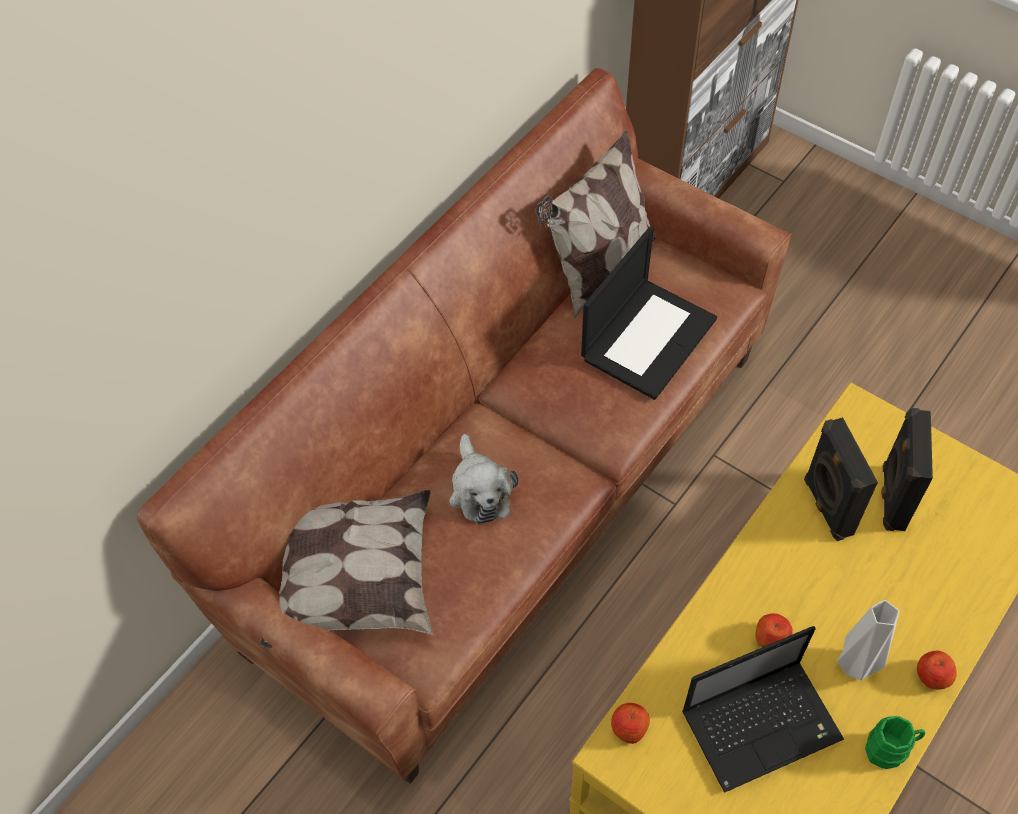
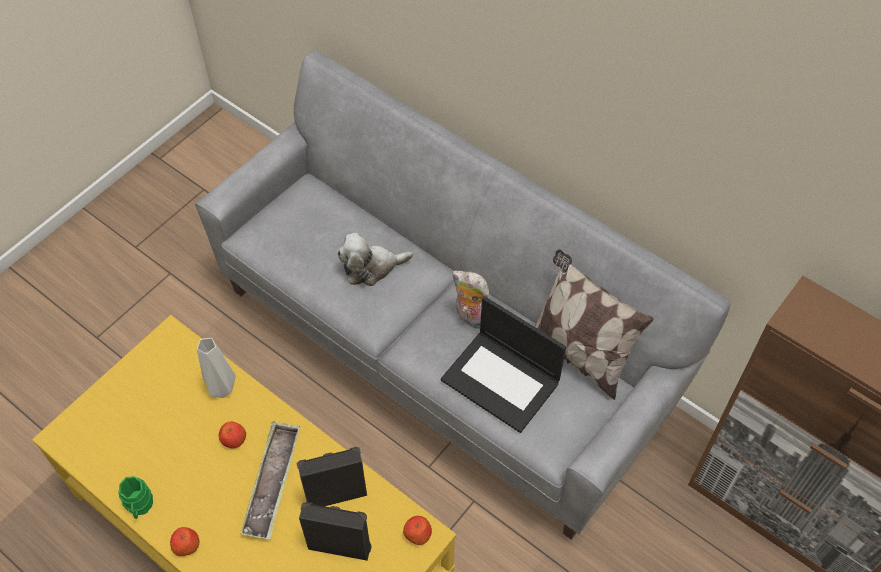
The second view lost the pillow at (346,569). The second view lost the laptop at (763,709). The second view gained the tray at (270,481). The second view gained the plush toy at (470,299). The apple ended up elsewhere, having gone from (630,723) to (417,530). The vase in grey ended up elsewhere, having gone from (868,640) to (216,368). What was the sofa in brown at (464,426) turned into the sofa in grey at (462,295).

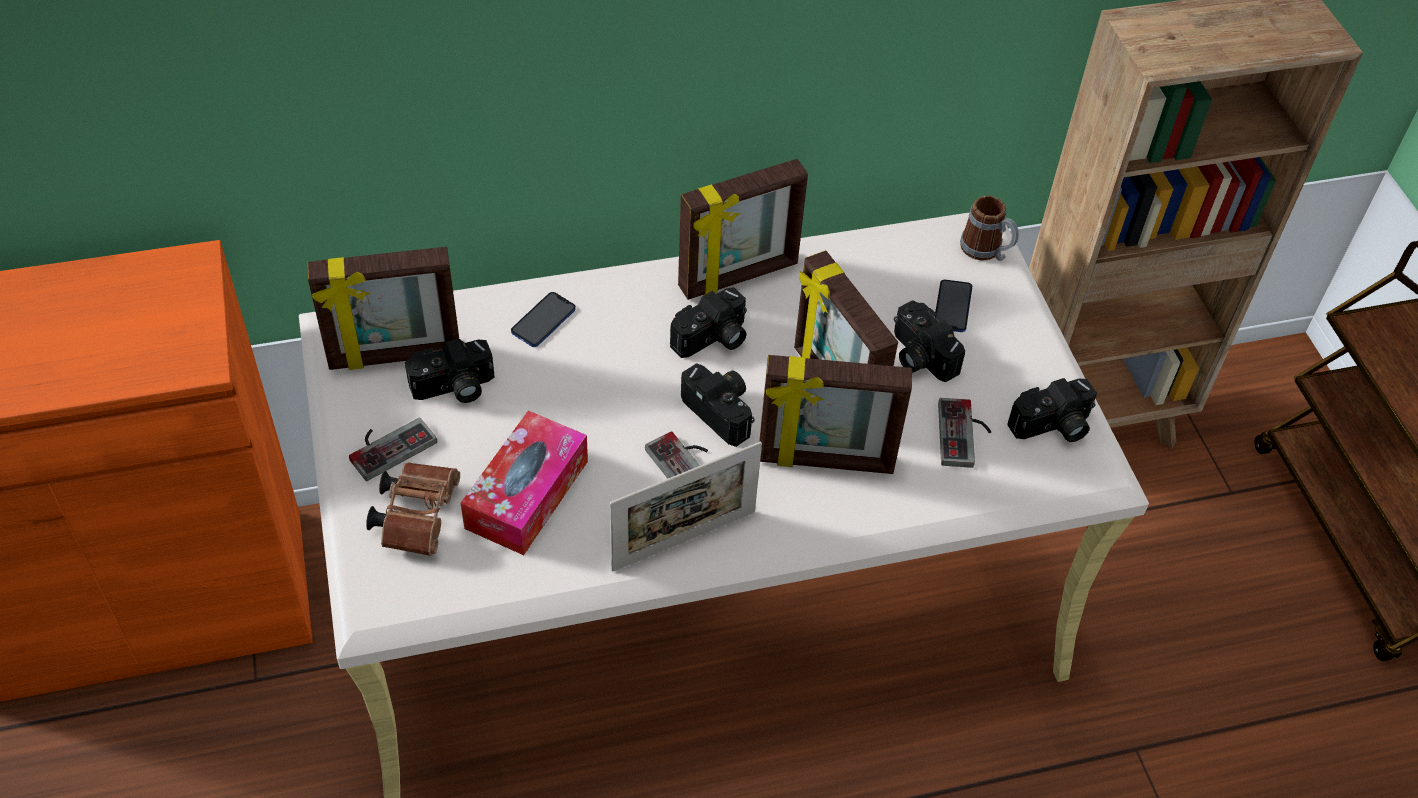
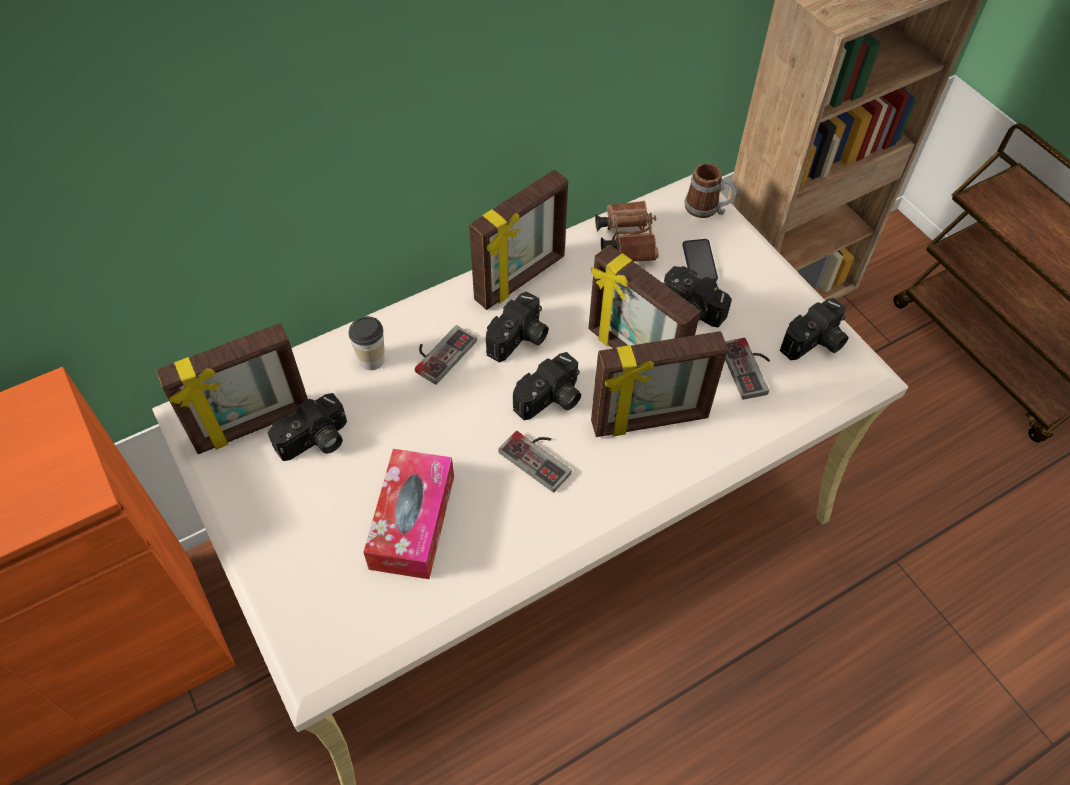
The second view lost the picture frame at (686,506). The game controller ended up elsewhere, having gone from (393,449) to (446,355). The binoculars in brown ended up elsewhere, having gone from (413,509) to (627,231). Where the phone stood at (543,319), the cup came to stand at (366,343). The photo camera at (718,405) ended up facing another way, 105 degrees clockwise from before.

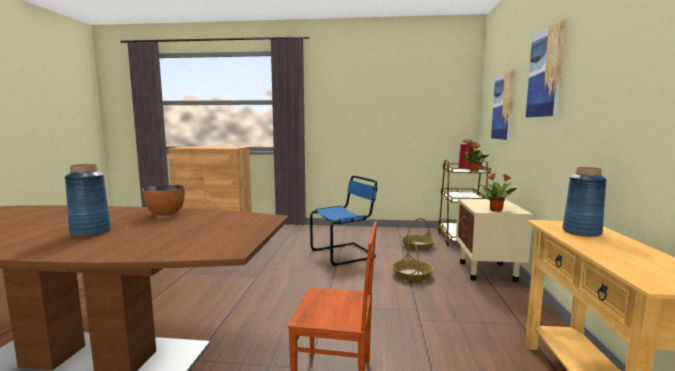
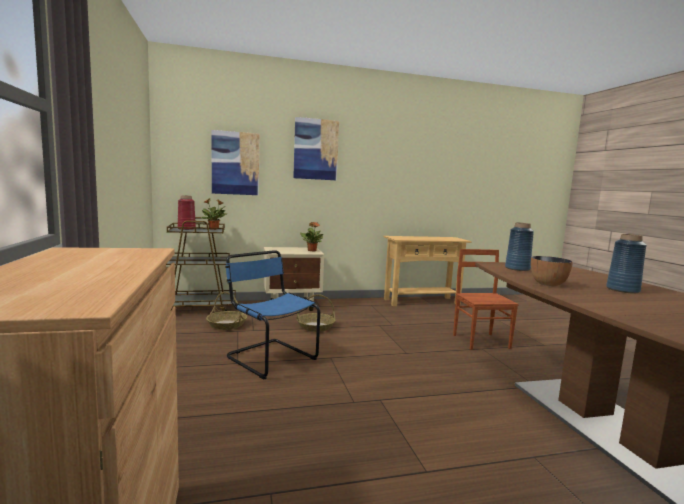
The vase in blue ended up elsewhere, having gone from (584,202) to (519,247).

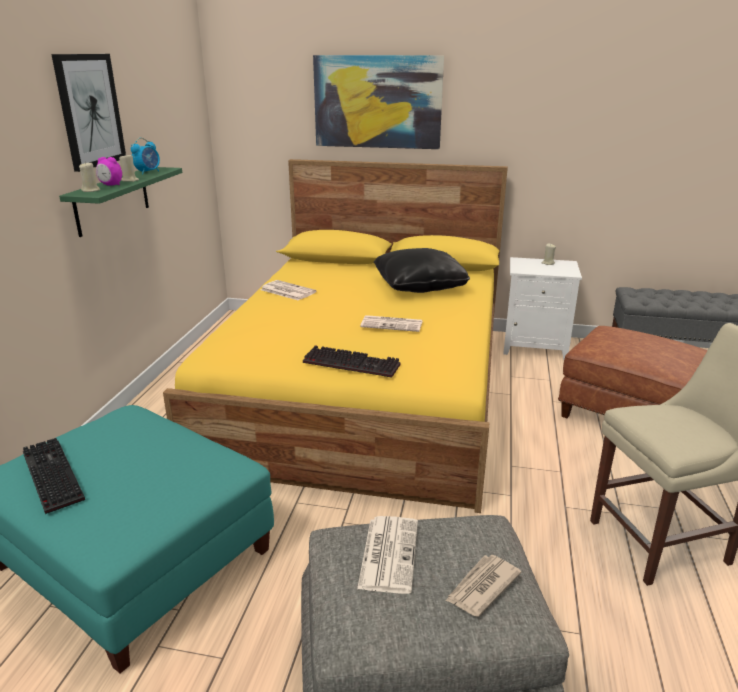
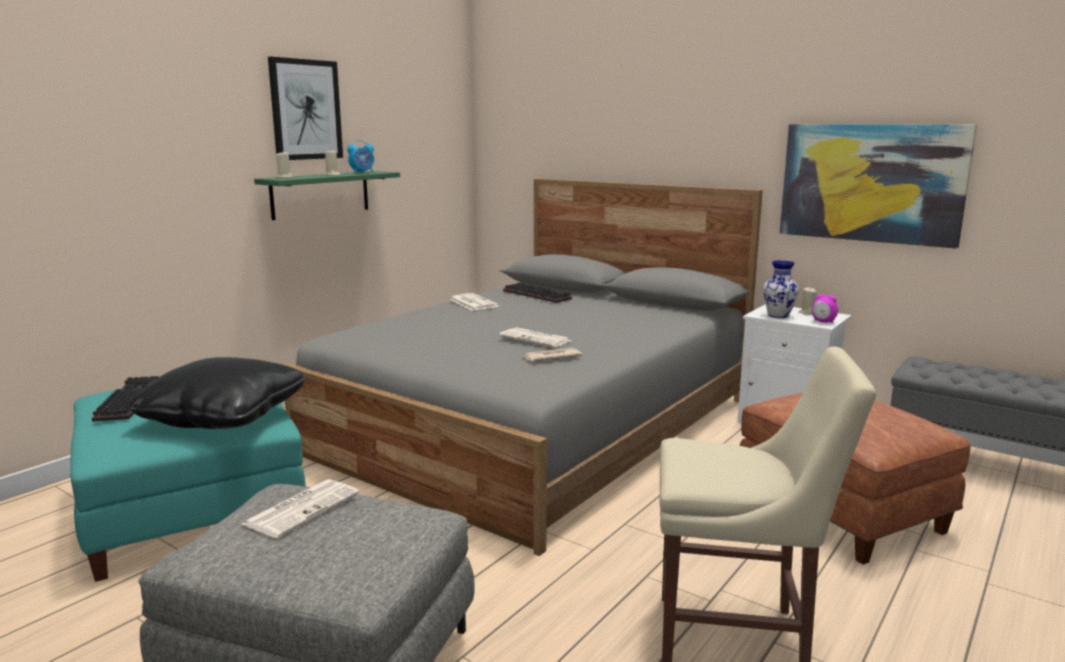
The second view gained the vase at (781,289). The alarm clock ended up elsewhere, having gone from (109,171) to (825,308). The keyboard ended up elsewhere, having gone from (352,361) to (537,293). The picture ended up elsewhere, having gone from (378,102) to (878,186). The pillow in black ended up elsewhere, having gone from (422,270) to (216,393). The newspaper ended up elsewhere, having gone from (483,586) to (553,354). What was the bed in yellow at (335,336) turned into the bed in grey at (523,367).

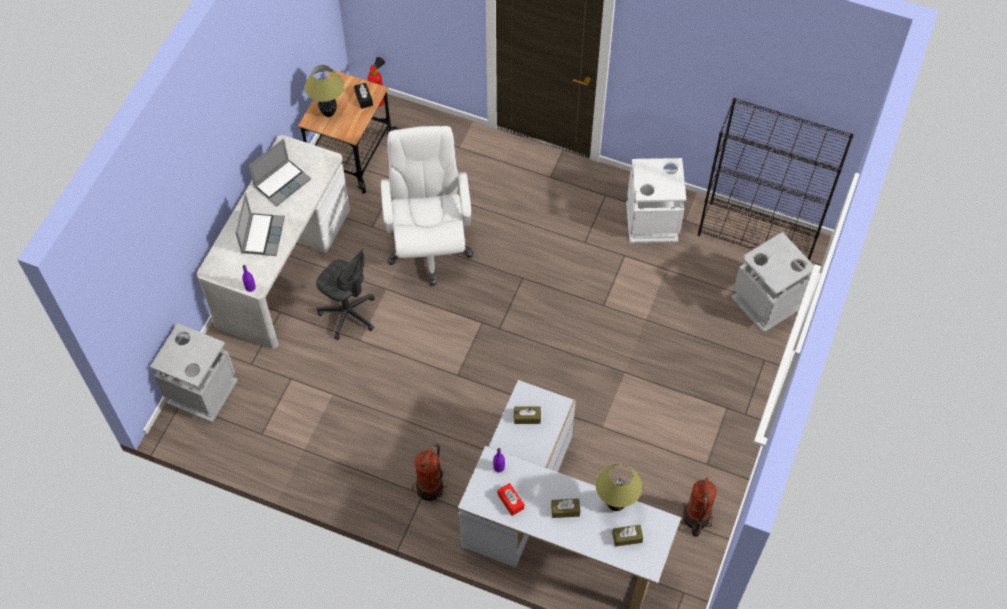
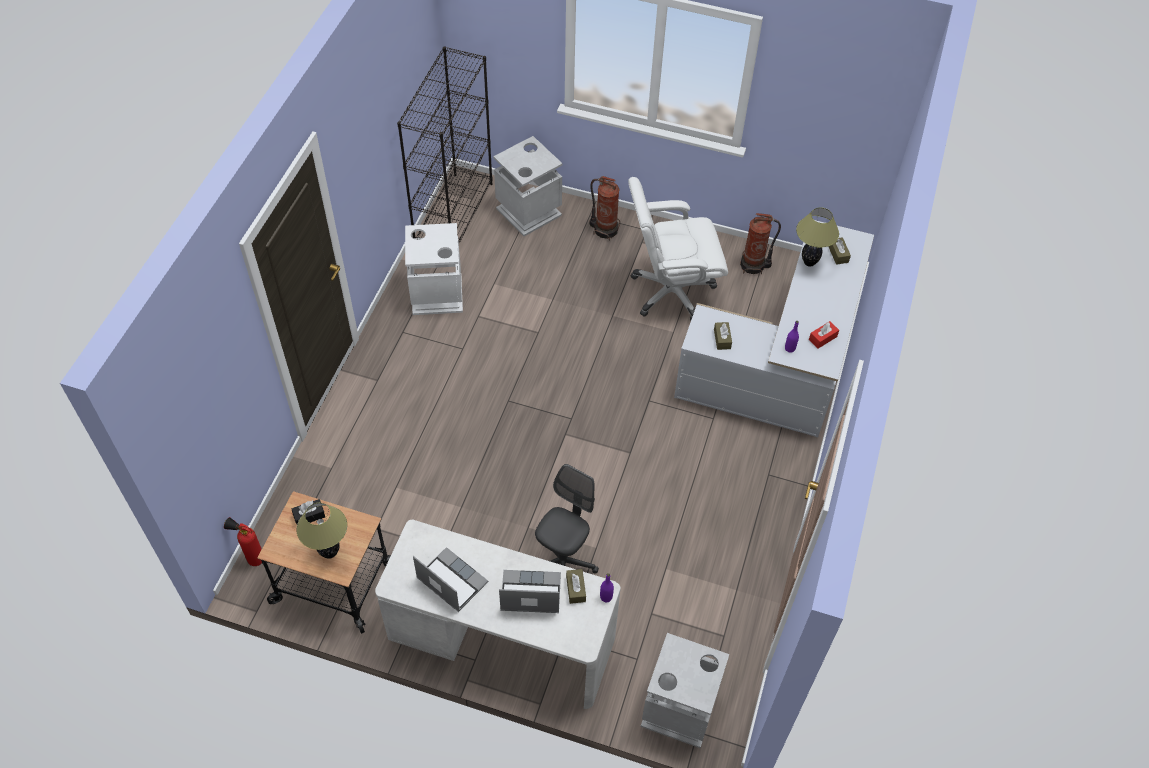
The office chair in white ended up elsewhere, having gone from (427,206) to (678,249). The fire extinguisher ended up elsewhere, having gone from (429,473) to (604,208). The tissue box in brown ended up elsewhere, having gone from (565,508) to (576,586).

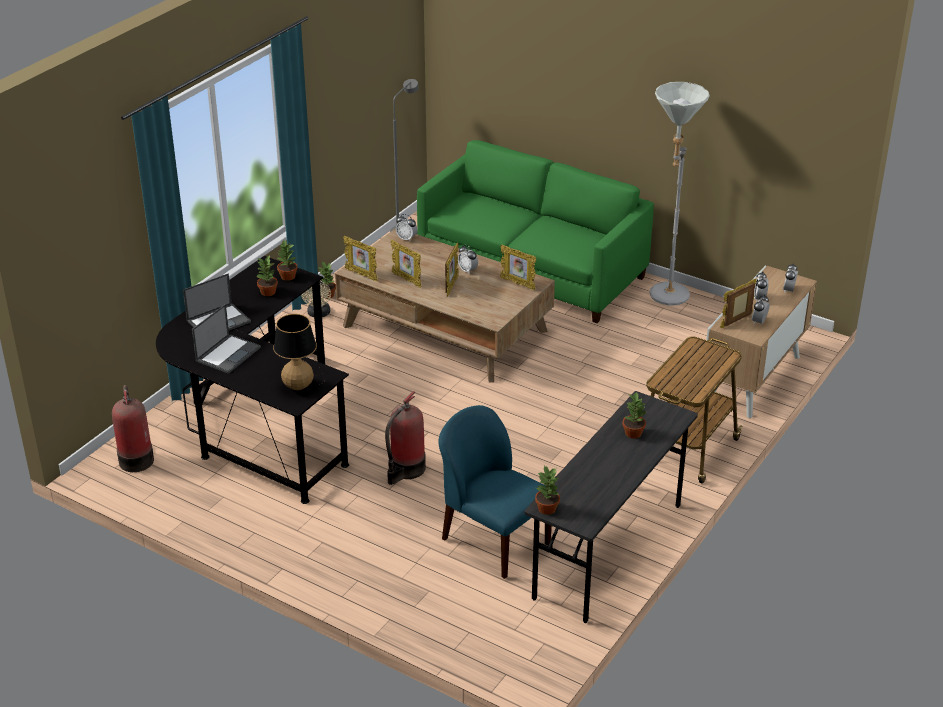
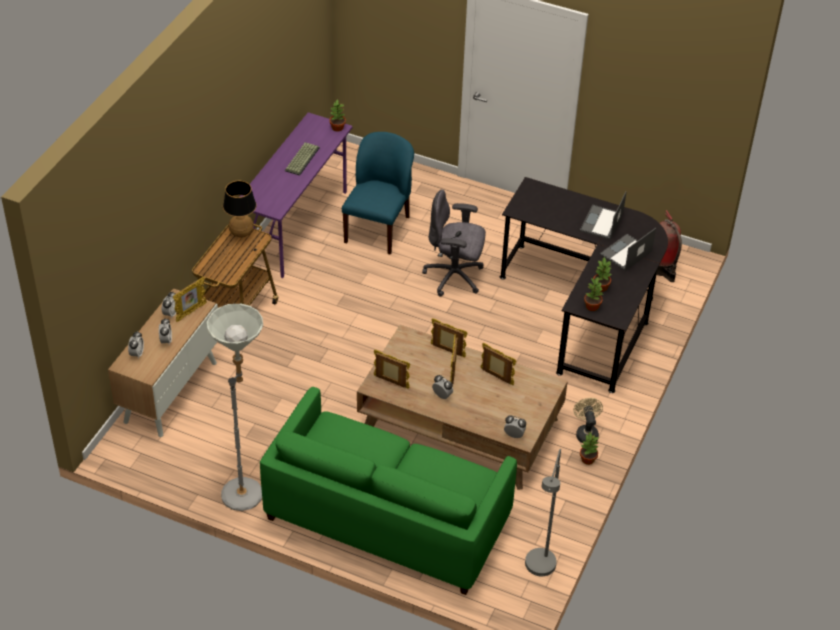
The second view lost the potted plant at (634,415). The second view gained the keyboard at (302,158). The table lamp ended up elsewhere, having gone from (299,352) to (240,218). The picture frame ended up elsewhere, having gone from (360,258) to (449,337). Where the fire extinguisher stood at (405,438), the office chair in grey came to stand at (454,243). What was the desk in grey at (611,507) turned into the desk in purple at (296,195). The chair in blue at (495,492) ended up facing another way, 105 degrees counterclockwise from before.

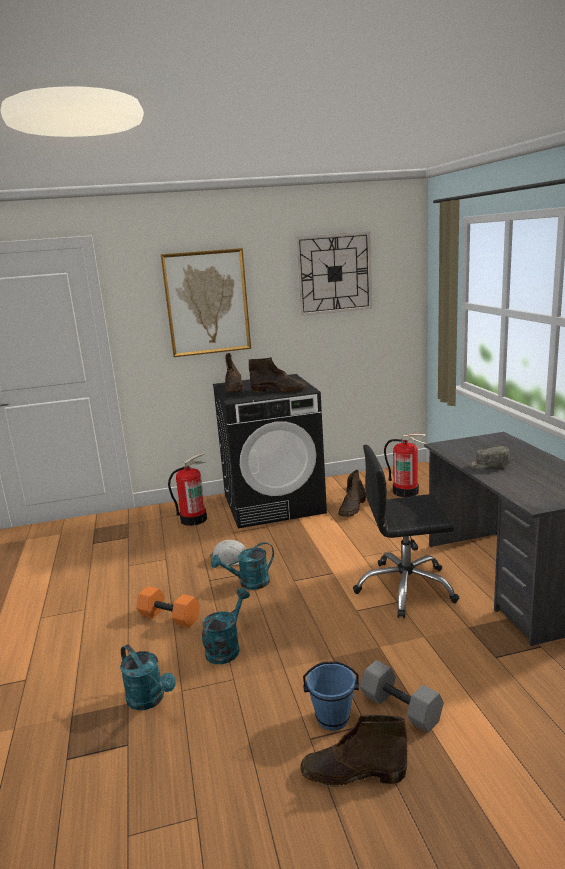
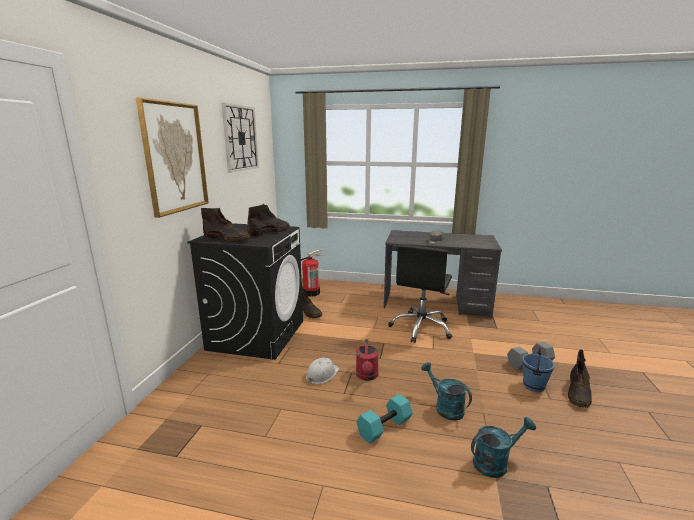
The second view lost the fire extinguisher at (188,489). What was the dumbbell in orange at (168,607) turned into the dumbbell in turquoise at (384,419). What was the watering can in turquoise at (242,566) turned into the watering can in red at (367,360).

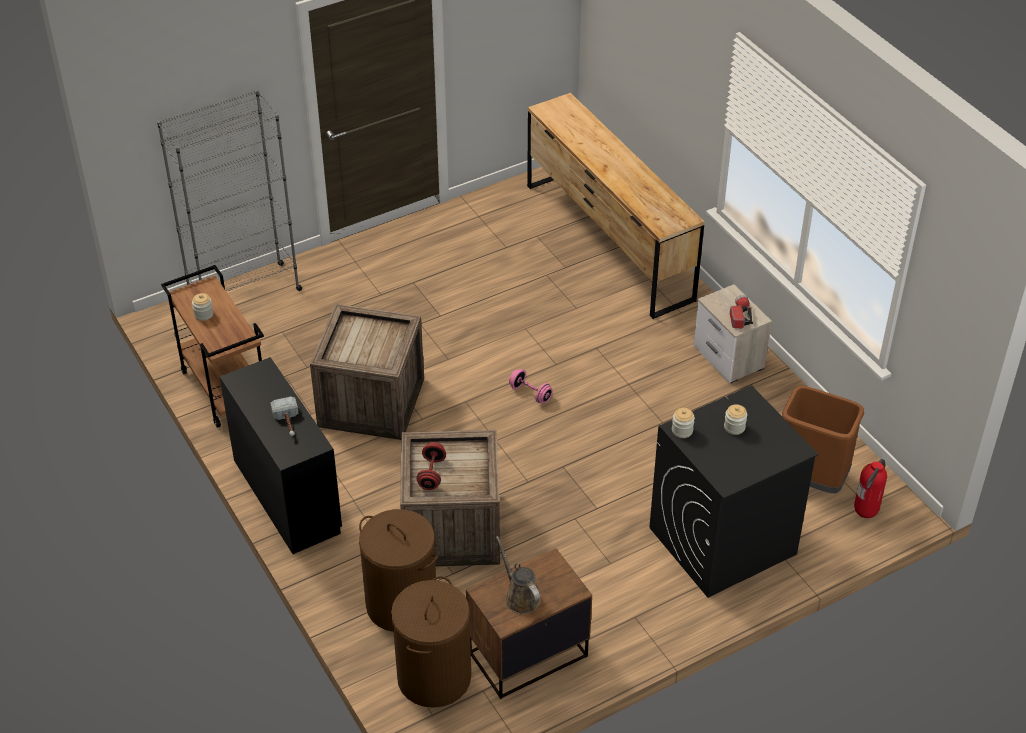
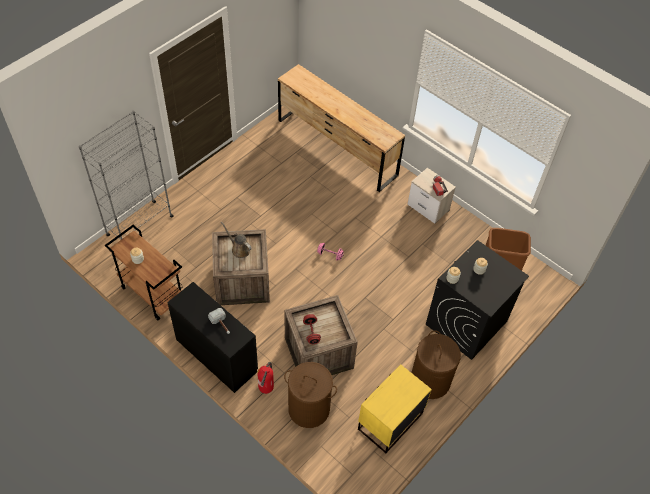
The laundry basket in brown ended up elsewhere, having gone from (431,642) to (436,364). The watering can in brown ended up elsewhere, having gone from (518,575) to (236,240). The fire extinguisher ended up elsewhere, having gone from (870,488) to (265,378). What was the nightstand in brown at (529,623) turned into the nightstand in yellow at (395,409).

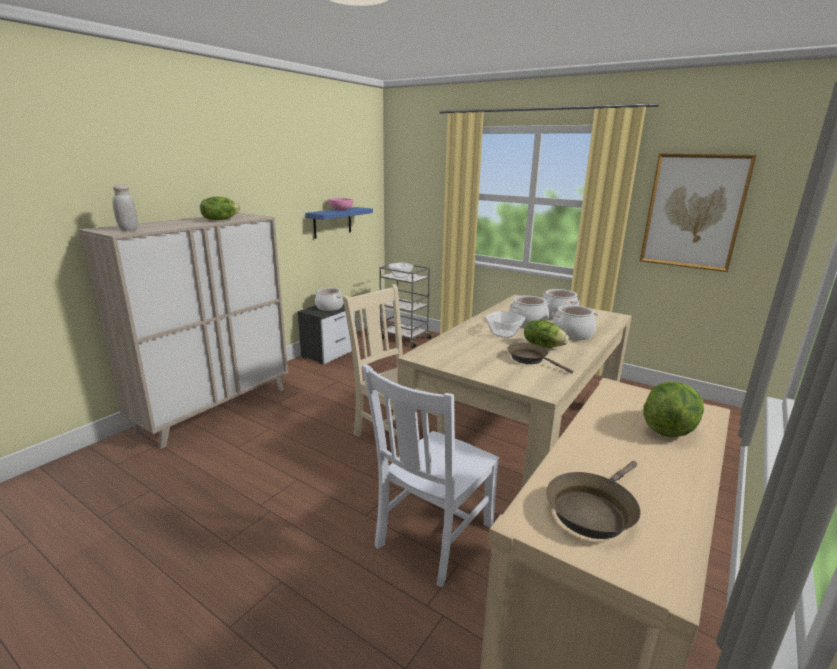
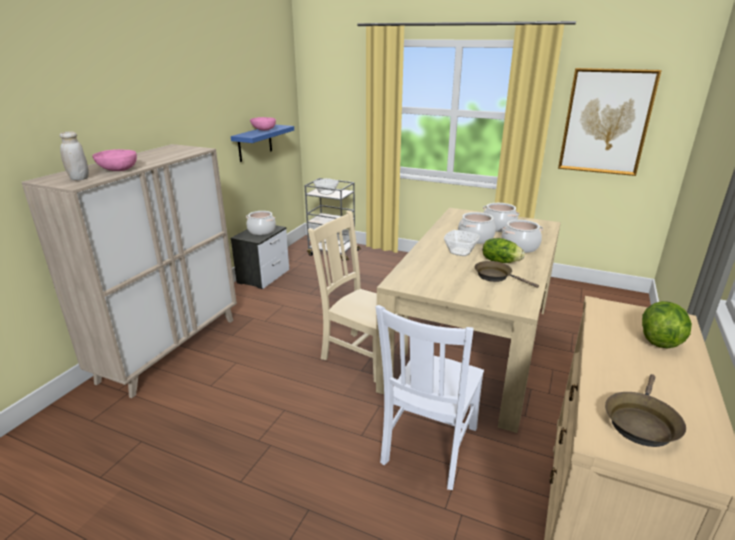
The second view lost the lettuce at (220,208). The second view gained the bowl in pink at (115,160).

